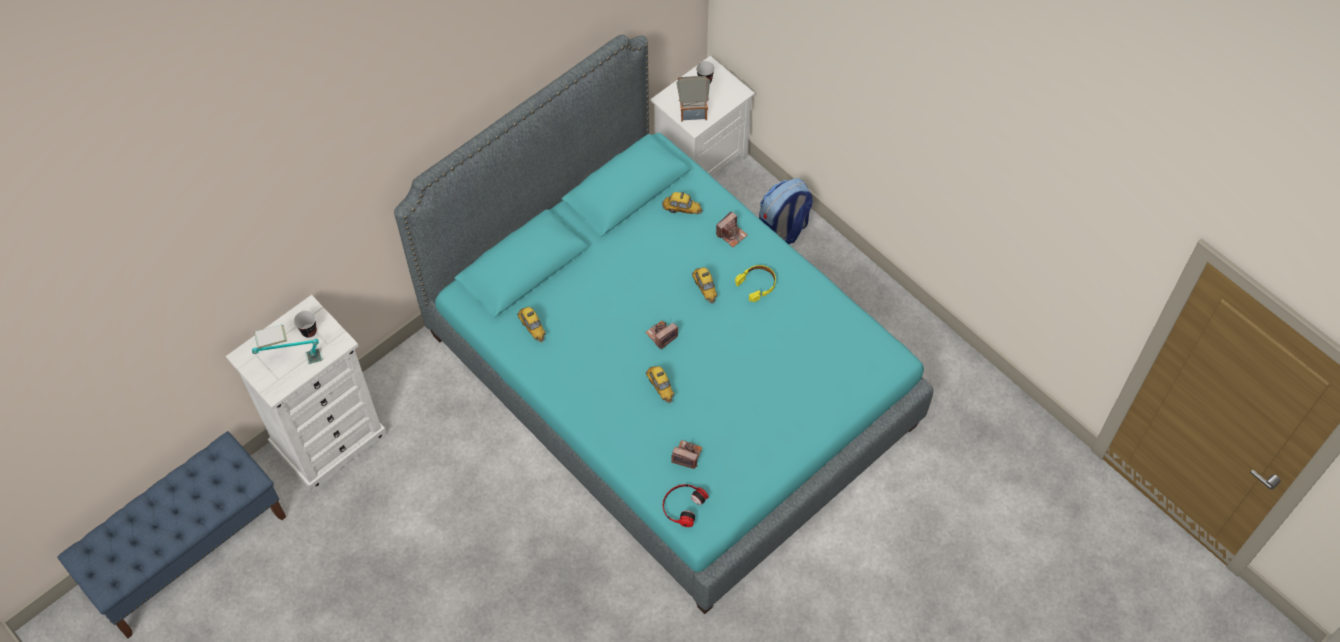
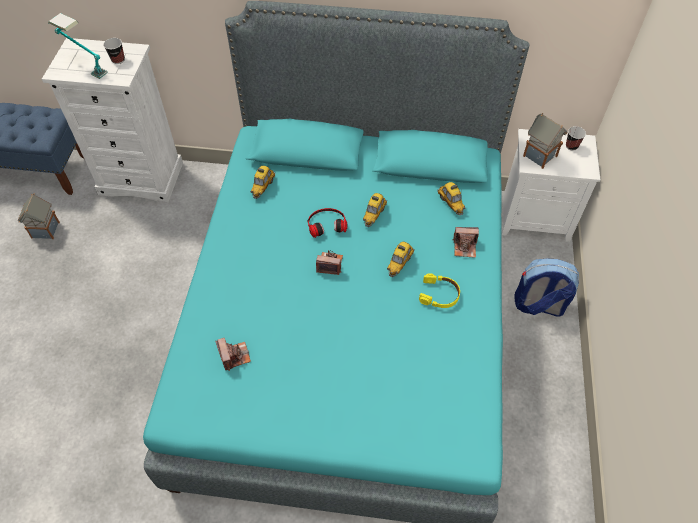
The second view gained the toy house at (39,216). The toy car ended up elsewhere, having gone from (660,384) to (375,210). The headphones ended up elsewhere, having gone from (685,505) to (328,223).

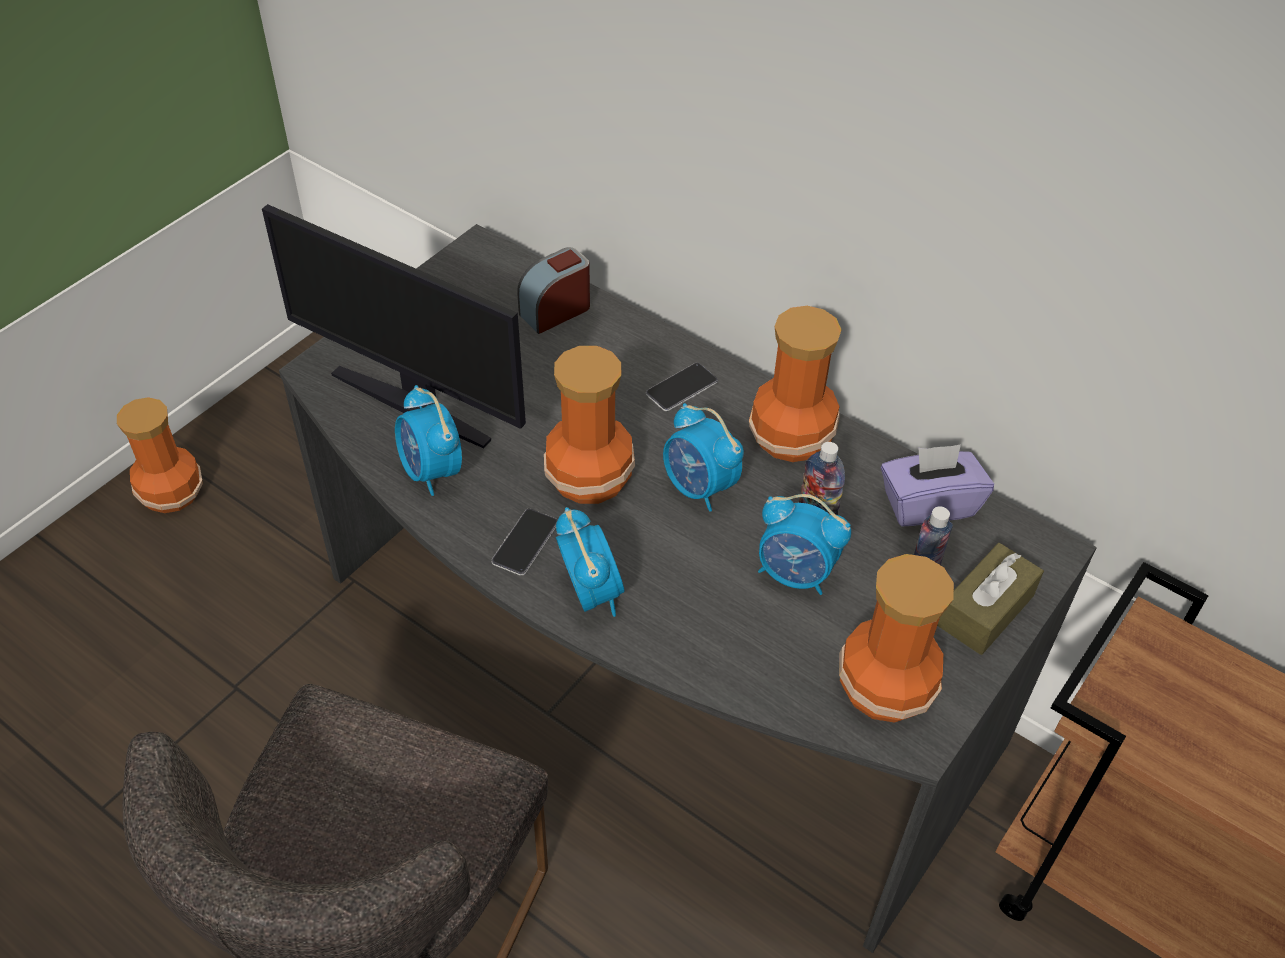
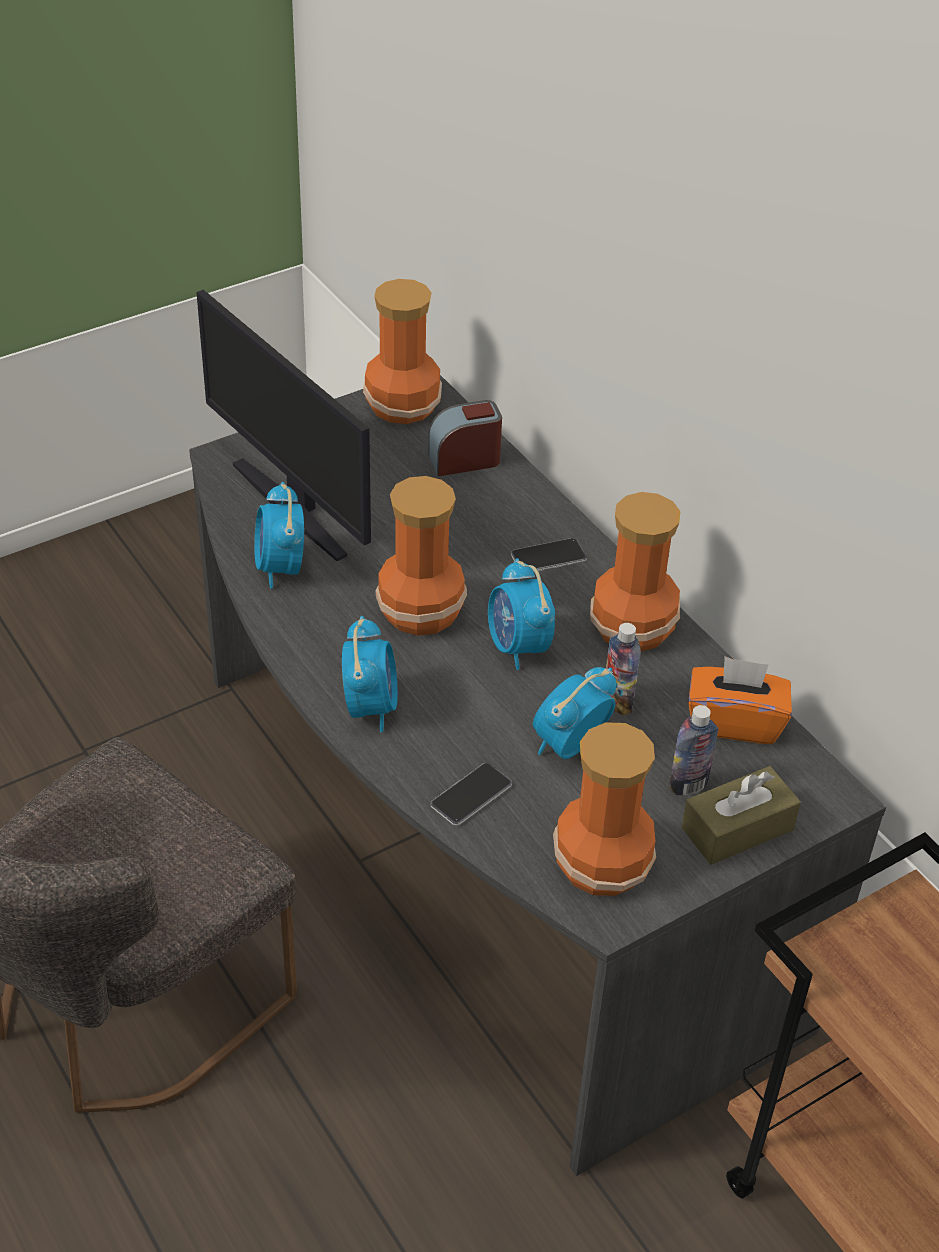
The vase ended up elsewhere, having gone from (160,455) to (402,351). The phone ended up elsewhere, having gone from (524,542) to (471,794). What was the tissue box in purple at (937,485) turned into the tissue box in orange at (740,700). The alarm clock at (804,544) ended up facing another way, 90 degrees clockwise from before.

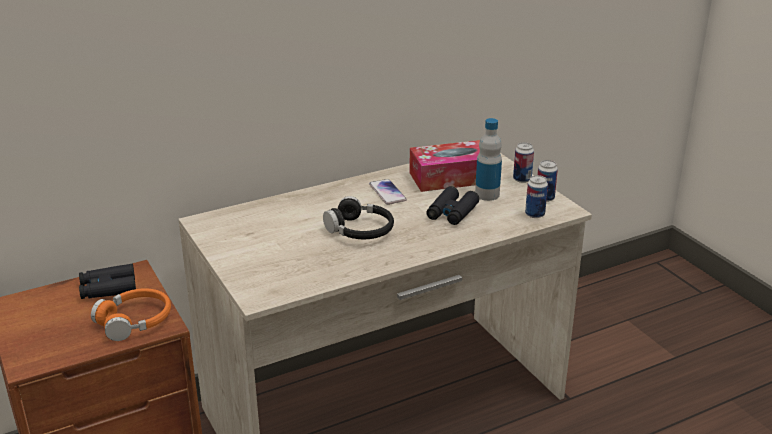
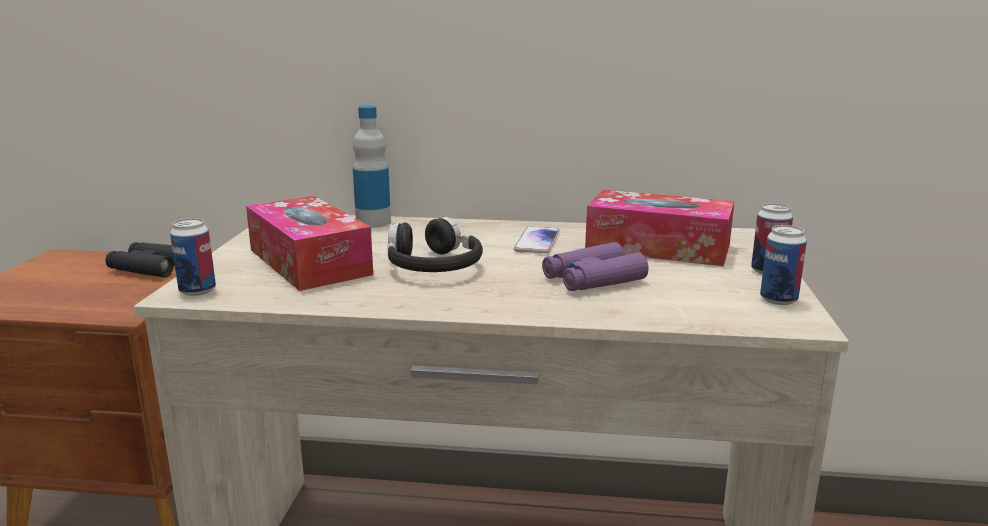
The second view lost the headphones in orange at (131,314). The second view gained the tissue box at (309,243). The bottle ended up elsewhere, having gone from (488,159) to (372,167). The can ended up elsewhere, having gone from (536,196) to (193,257). What was the binoculars in black at (452,205) turned into the binoculars in purple at (595,266).

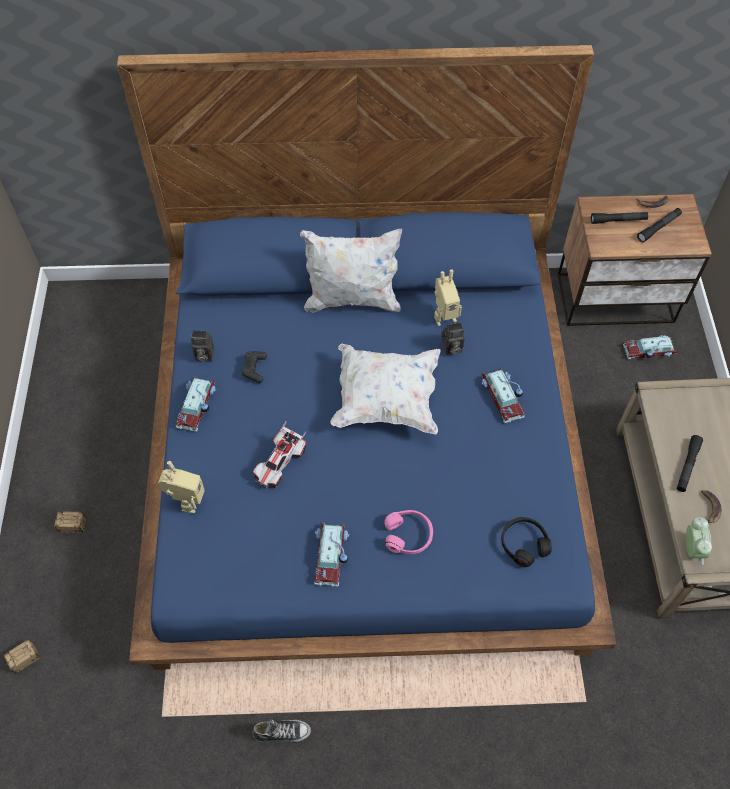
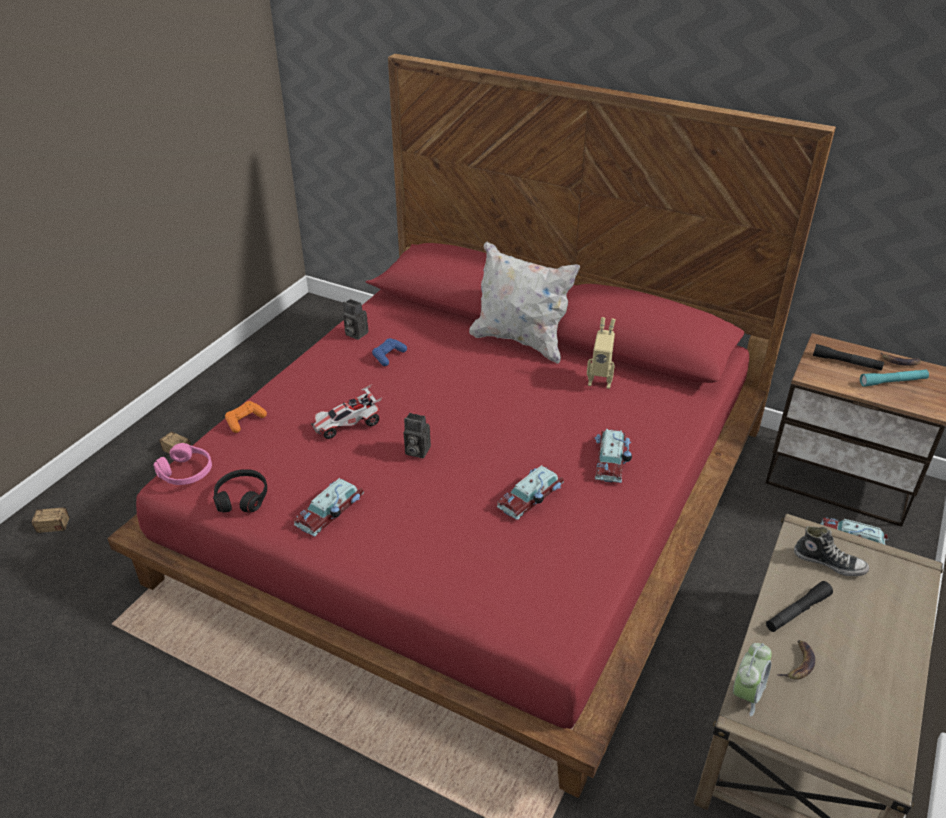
The second view lost the pillow in white at (385,389). The toy car ended up elsewhere, having gone from (195,404) to (530,492). The shoe ended up elsewhere, having gone from (281,731) to (831,551). The headphones in pink ended up elsewhere, having gone from (408,532) to (182,464). The photo camera ended up elsewhere, having gone from (453,338) to (417,435). The headphones in black ended up elsewhere, having gone from (526,542) to (240,491). Where the toy robot stood at (181,487), the game controller in orange came to stand at (246,417). What was the bed in blue at (367,357) turned into the bed in red at (471,425). What was the game controller in black at (254,367) turned into the game controller in blue at (389,352). What was the flashlight in black at (659,225) turned into the flashlight in turquoise at (894,378).

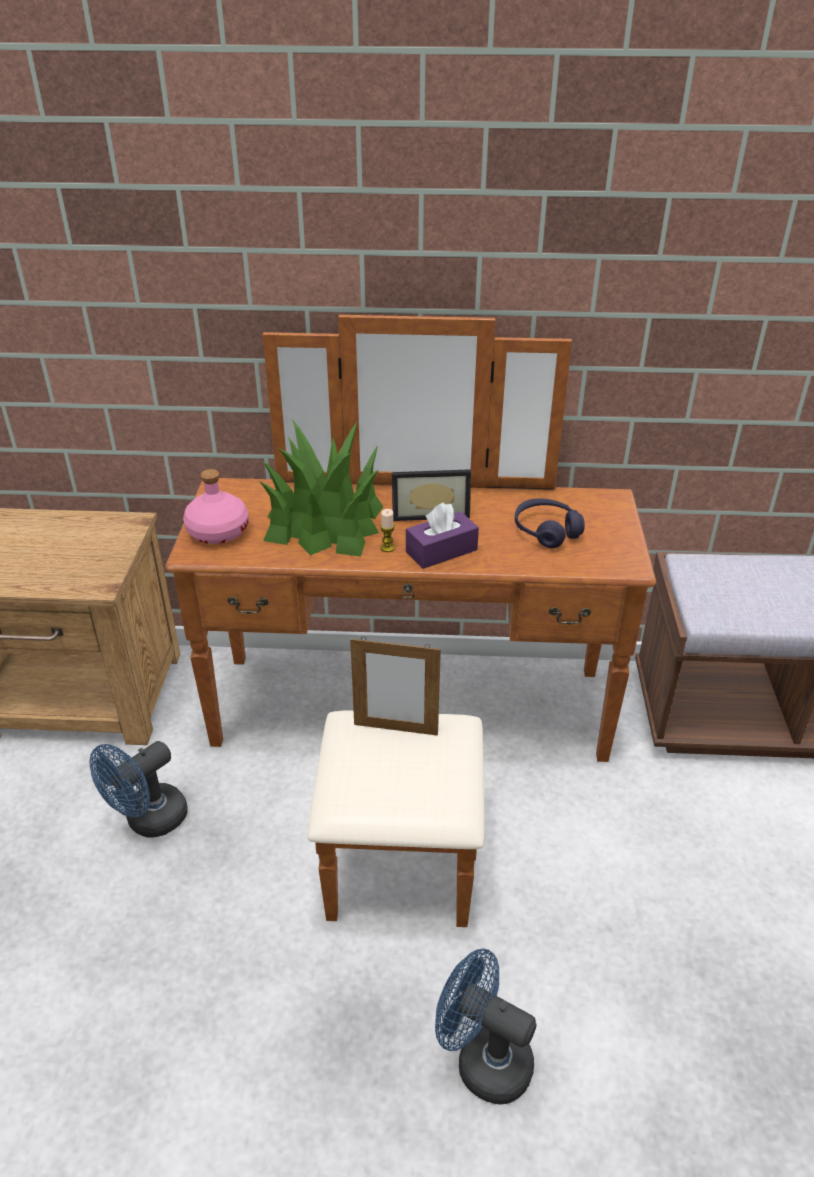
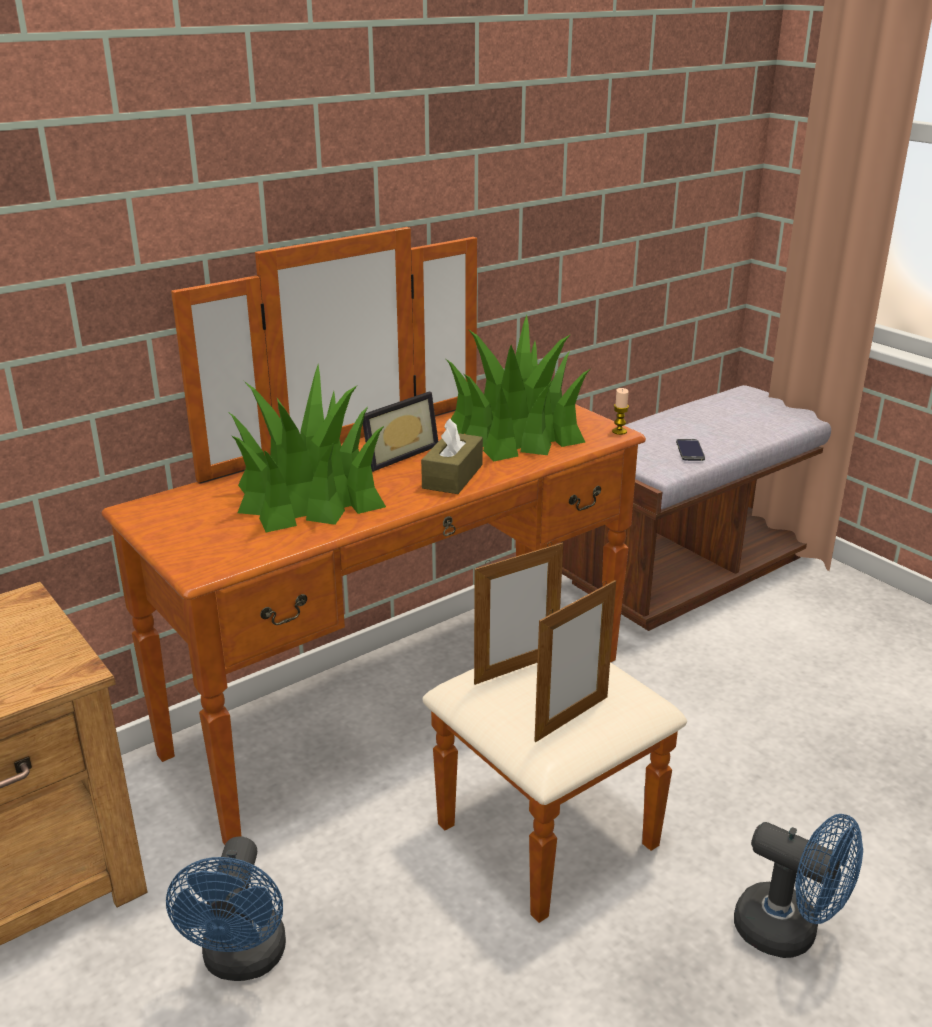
The second view lost the bottle in pink at (216,506). The second view gained the picture frame at (575,661). The second view gained the phone at (690,450). The candle ended up elsewhere, having gone from (387,530) to (620,411). Where the headphones in purple stood at (550,523), the potted plant came to stand at (518,388). What was the tissue box in purple at (442,535) turned into the tissue box in brown at (452,456). The fan in blue at (486,1026) ended up facing another way, 135 degrees counterclockwise from before.

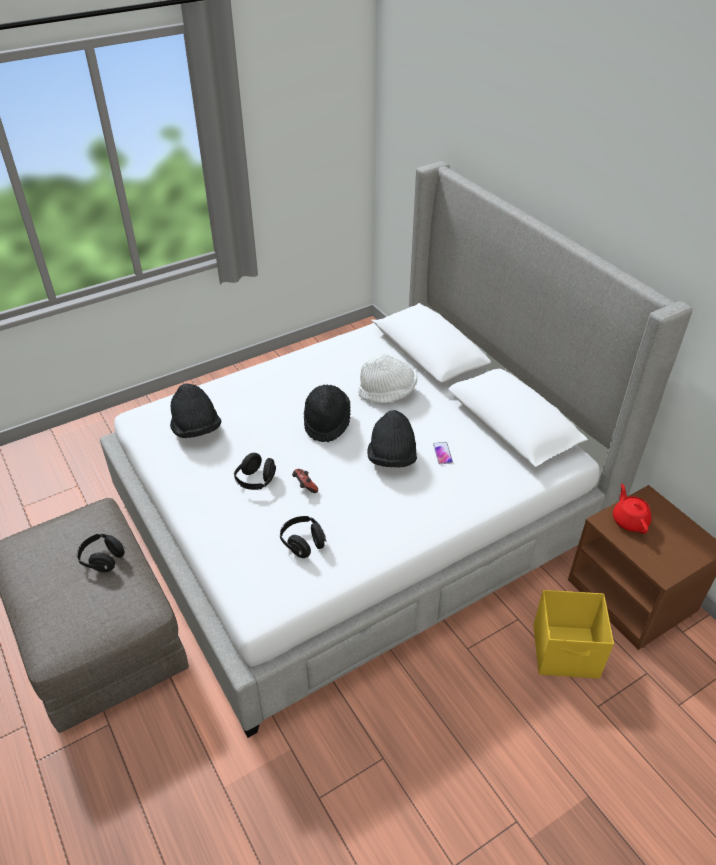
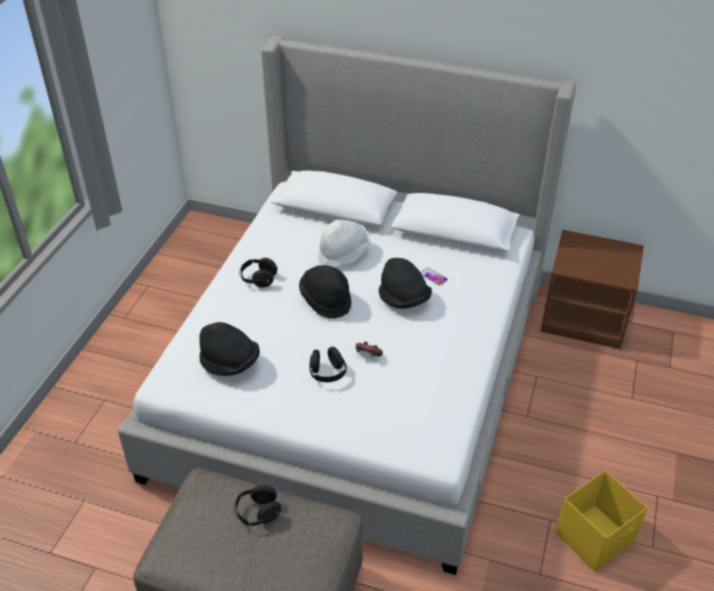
The second view lost the teapot in red at (632,509). The headphones in black ended up elsewhere, having gone from (303,537) to (258,273). The storage box in yellow ended up elsewhere, having gone from (573,634) to (602,521).

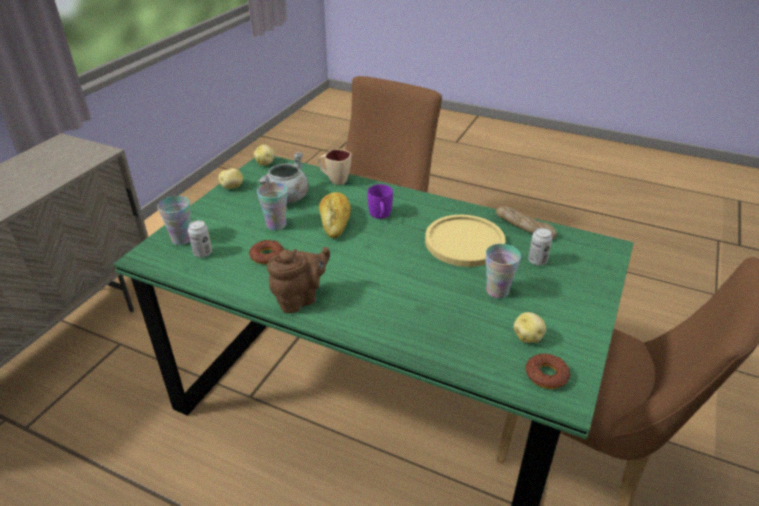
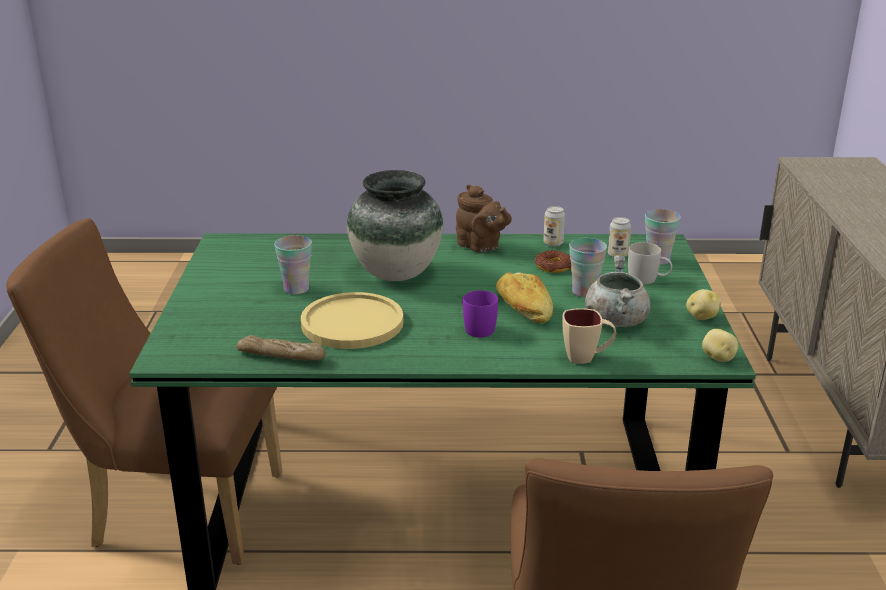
The second view lost the potato at (529,327). The second view lost the donut at (548,371). The second view gained the vase at (395,225). The second view gained the mug in white at (650,263). The can ended up elsewhere, having gone from (540,247) to (554,226). The teapot in brown at (298,280) ended up facing another way, 75 degrees counterclockwise from before.

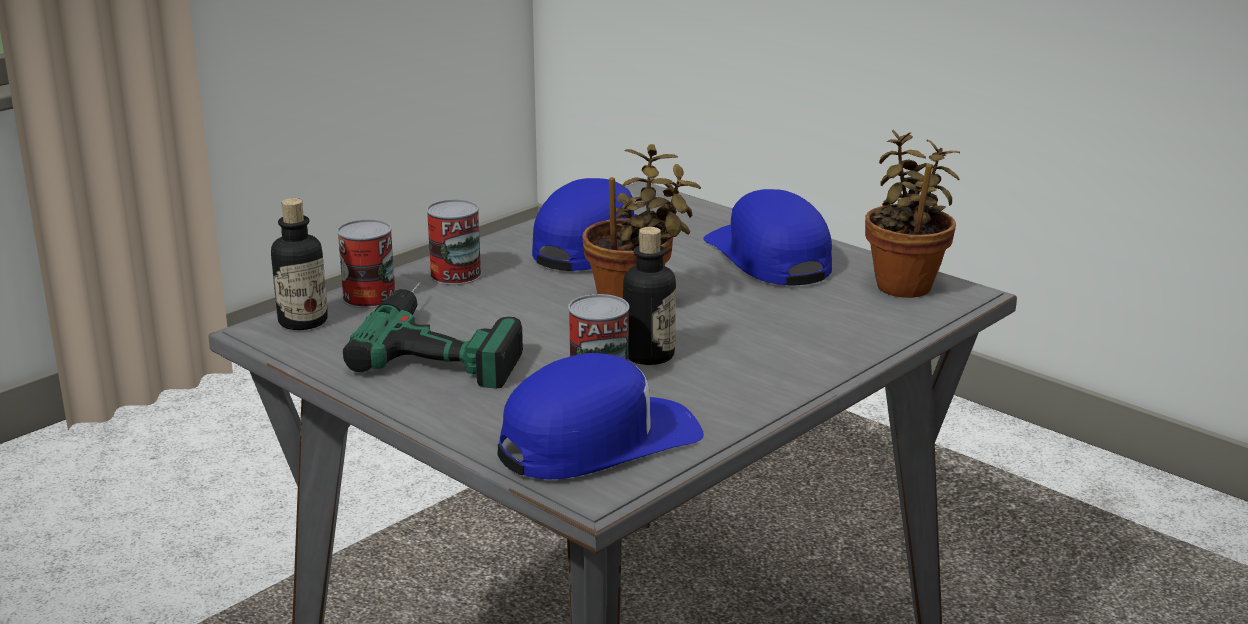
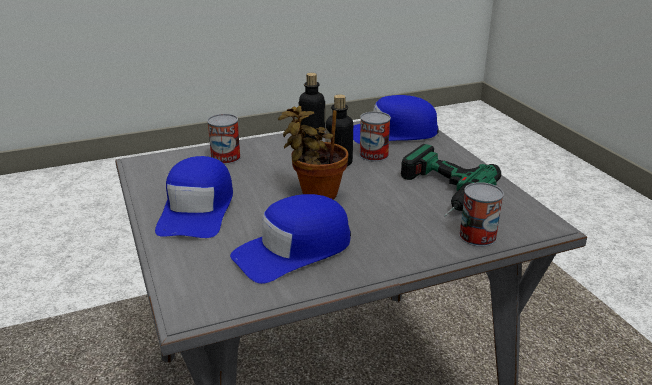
The second view lost the potted plant at (912,214). The bottle ended up elsewhere, having gone from (299,264) to (312,106). The can ended up elsewhere, having gone from (454,242) to (224,139).

